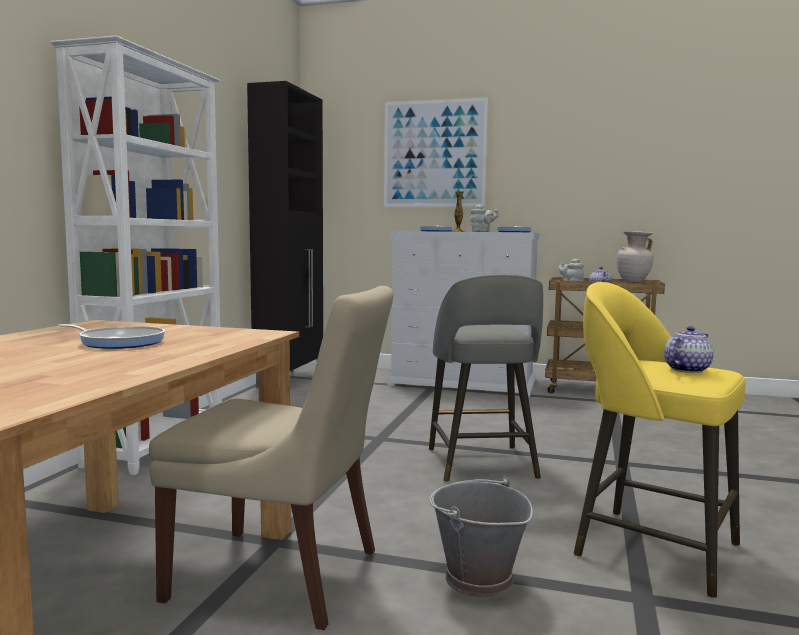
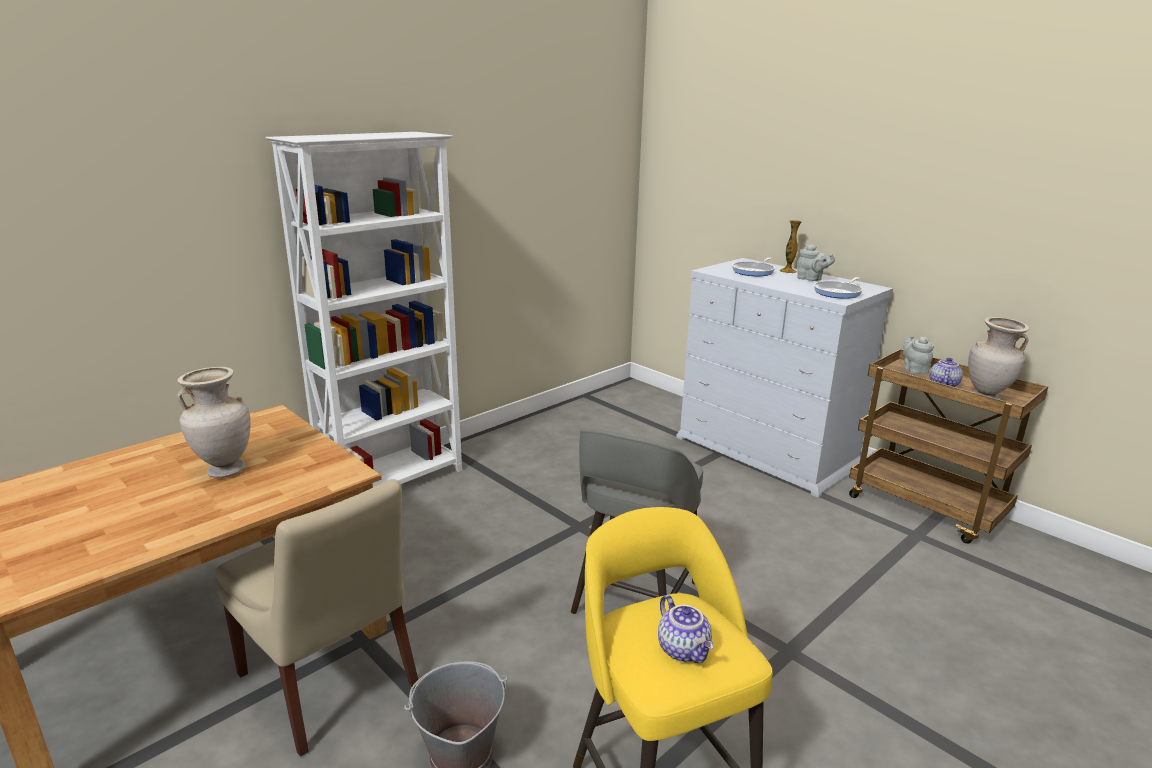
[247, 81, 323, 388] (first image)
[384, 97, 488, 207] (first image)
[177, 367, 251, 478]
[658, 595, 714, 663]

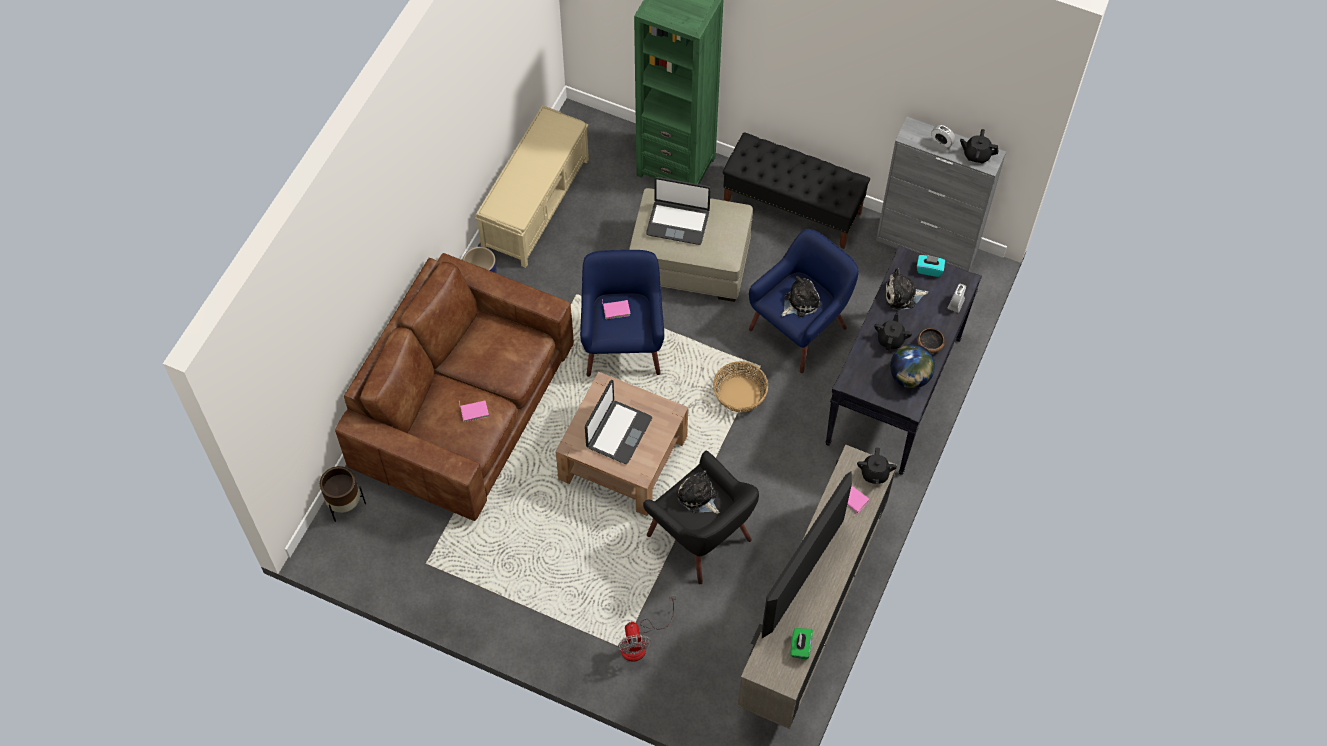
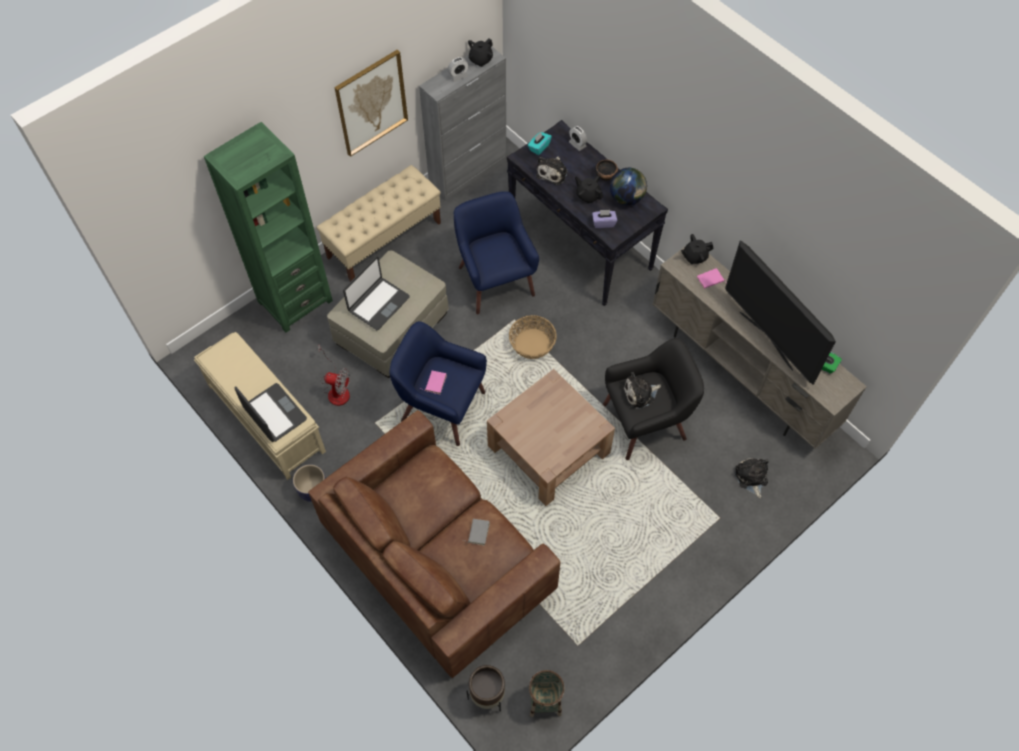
[334, 50, 408, 157]
[529, 670, 565, 717]
[592, 210, 617, 228]
[235, 383, 307, 442]
[317, 344, 350, 406]
[735, 458, 769, 499]
[463, 519, 490, 546]
[317, 165, 441, 282]
[681, 234, 713, 264]

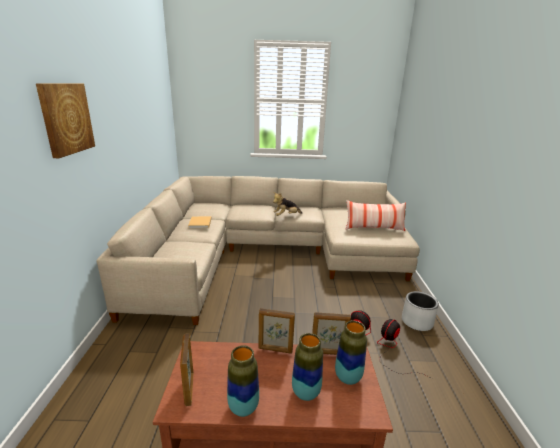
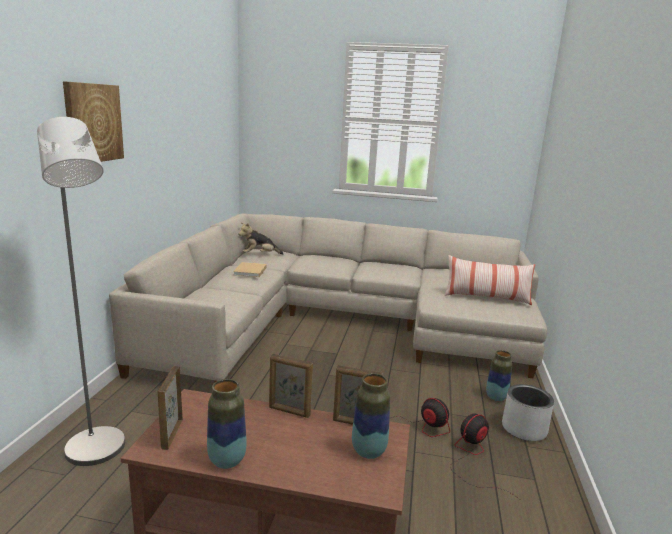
[37, 117, 125, 466]
[238, 222, 283, 254]
[486, 350, 512, 401]

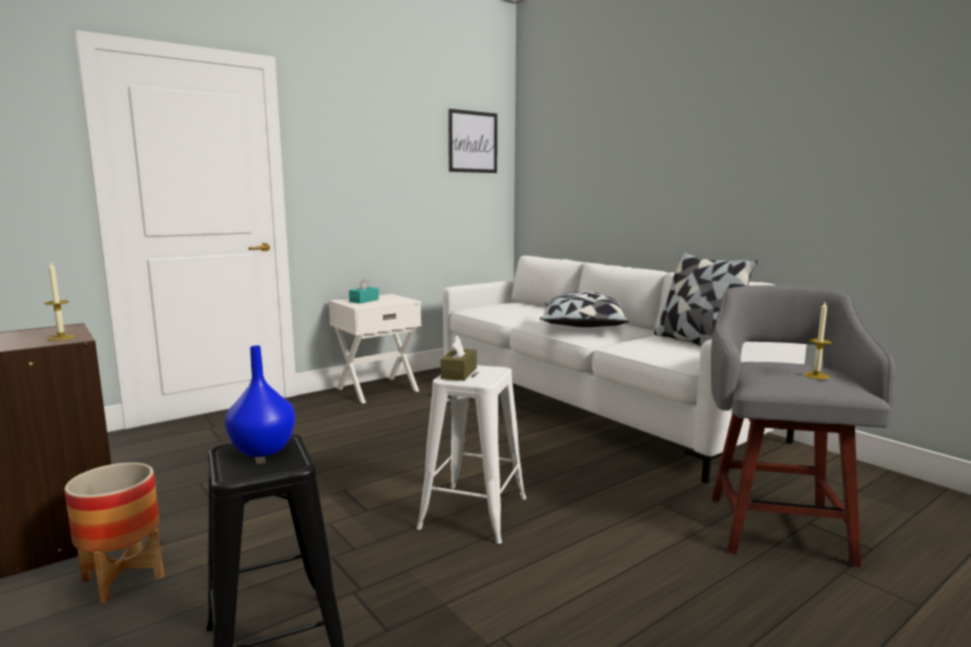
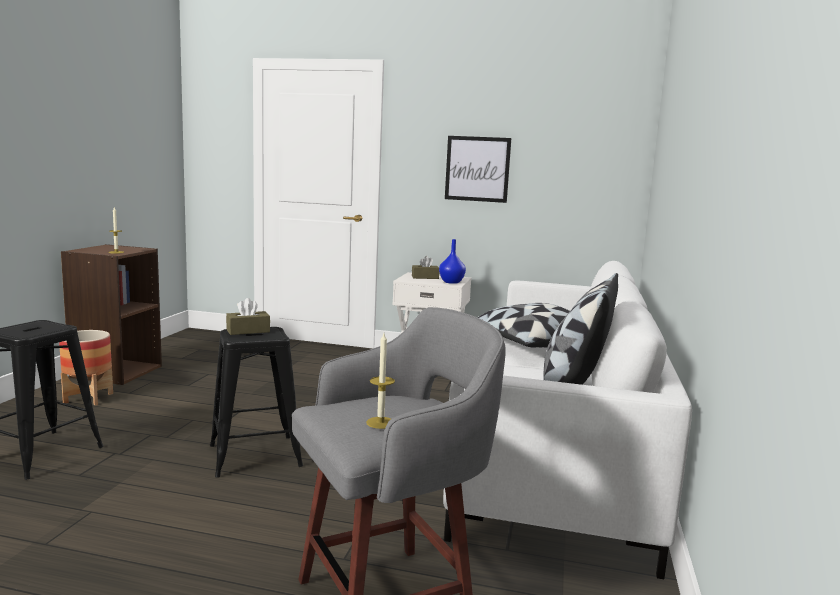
[439, 239, 466, 284]
[445, 136, 511, 203]
[412, 256, 439, 279]
[210, 327, 303, 477]

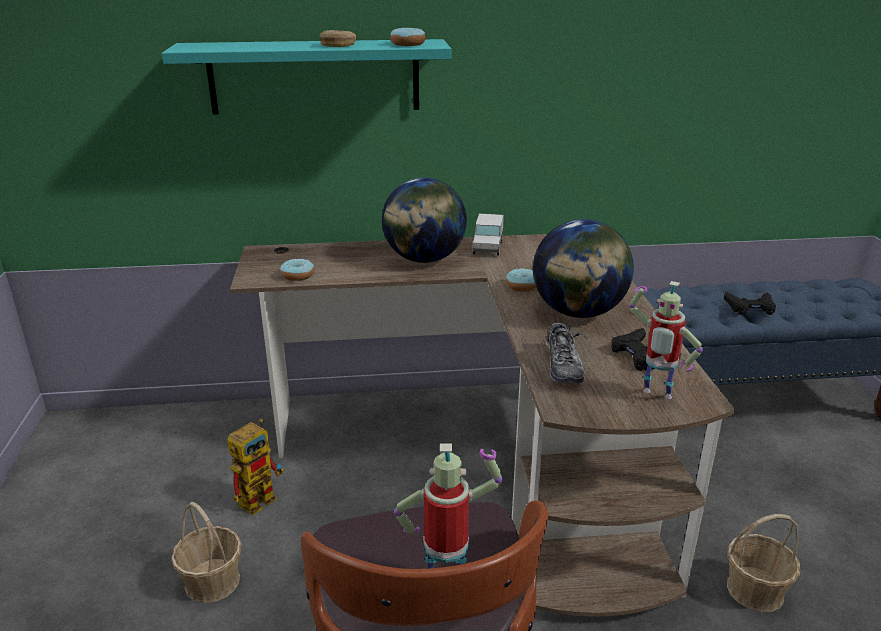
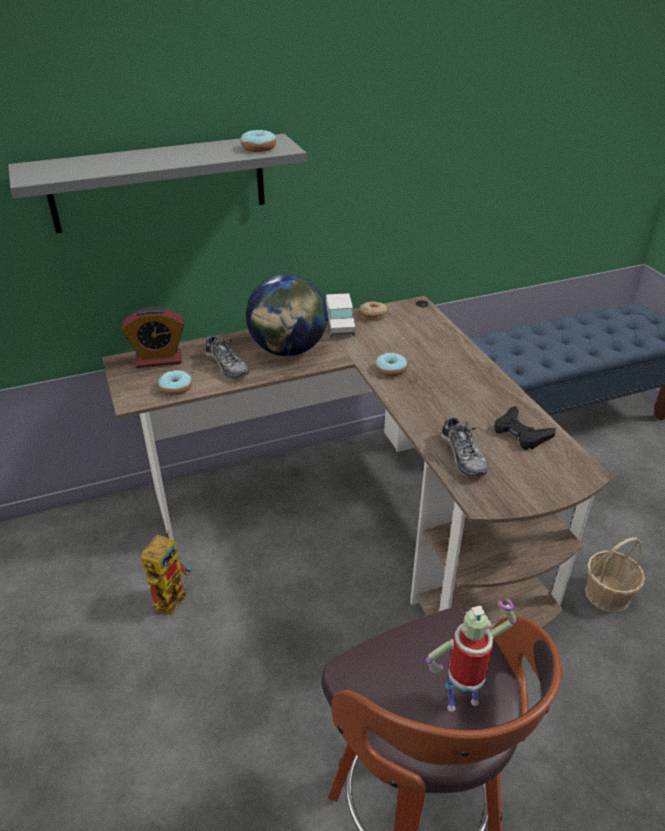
[171, 502, 242, 603] (first image)
[533, 219, 634, 318] (first image)
[629, 281, 703, 399] (first image)
[724, 292, 776, 315] (first image)
[122, 307, 184, 368]
[205, 333, 249, 379]
[359, 301, 388, 320]
[8, 134, 306, 233]

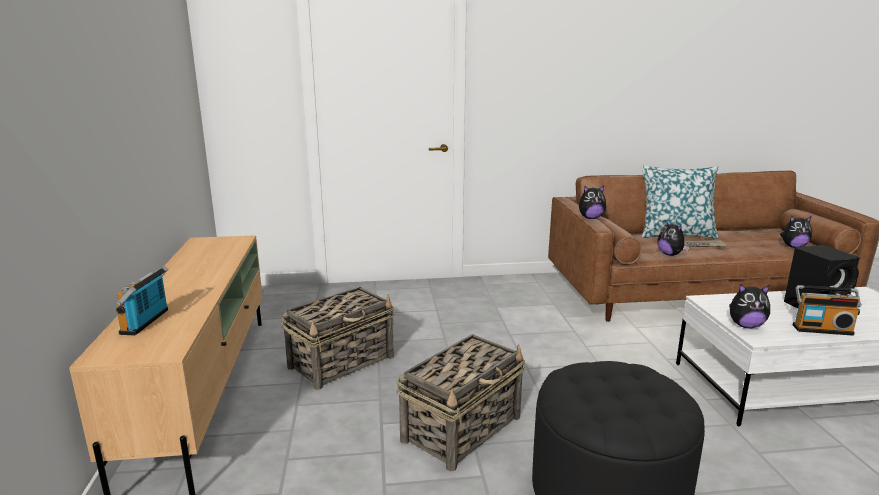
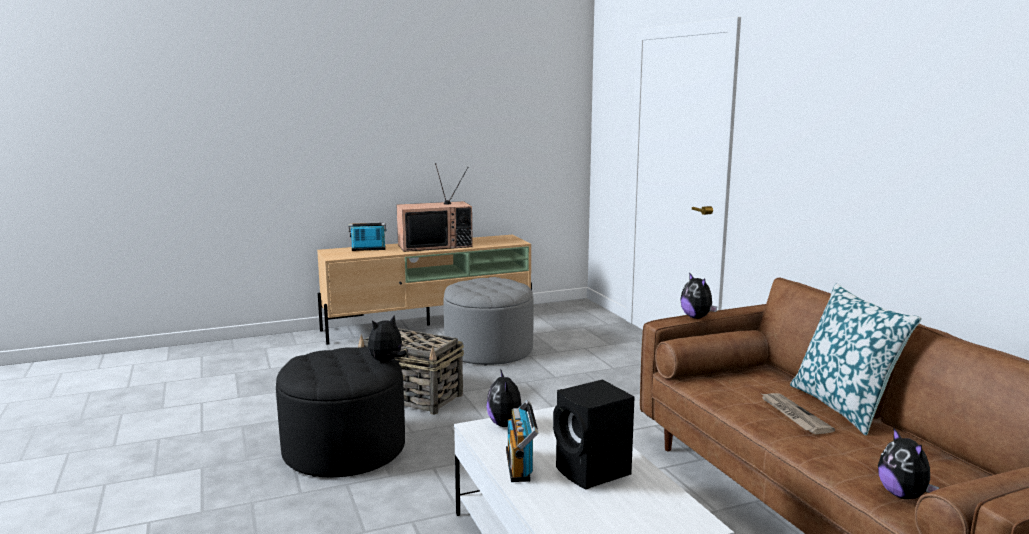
[397, 163, 473, 252]
[368, 315, 407, 362]
[443, 277, 534, 365]

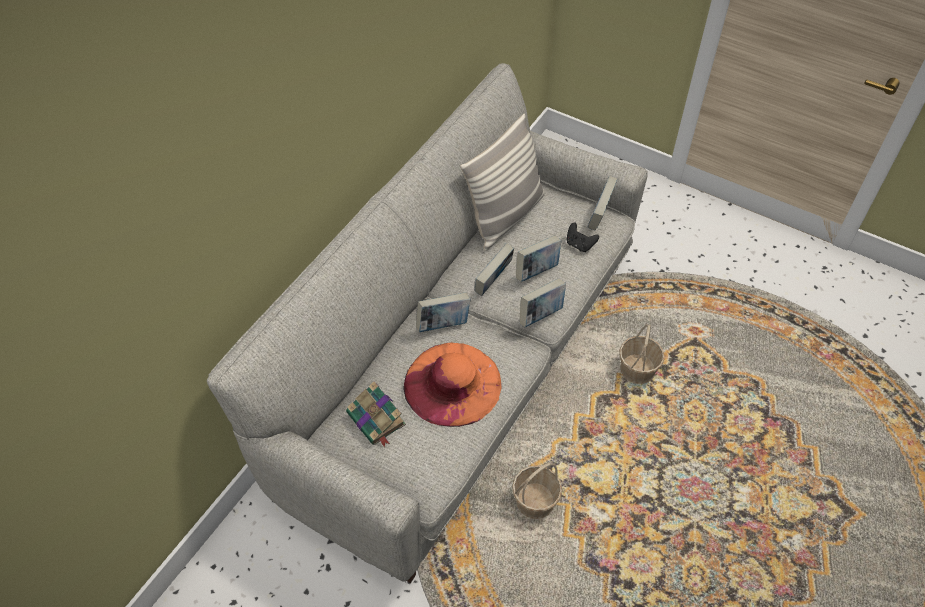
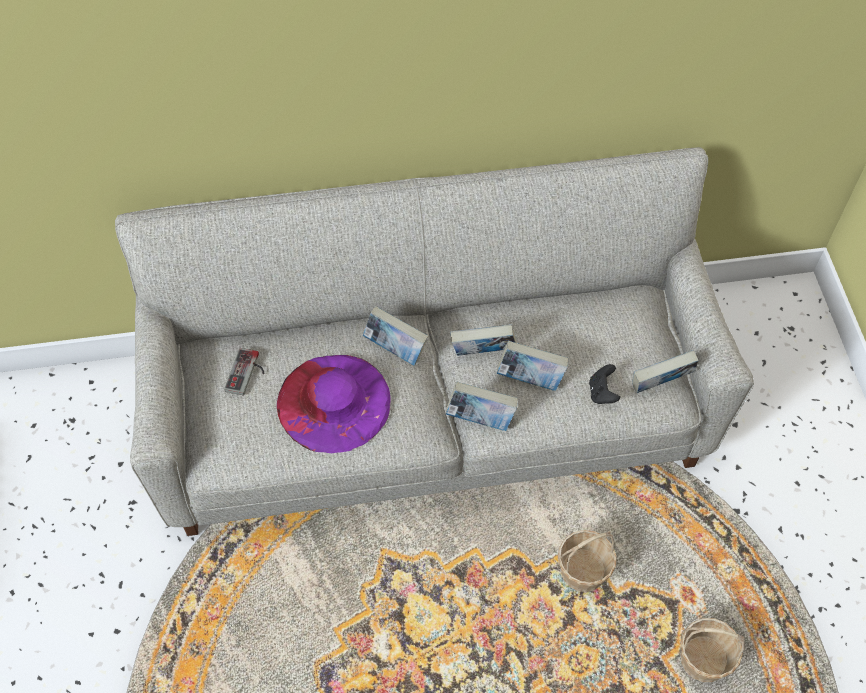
[460, 114, 545, 251] (first image)
[680, 618, 745, 682]
[224, 348, 264, 395]
[277, 355, 391, 453]

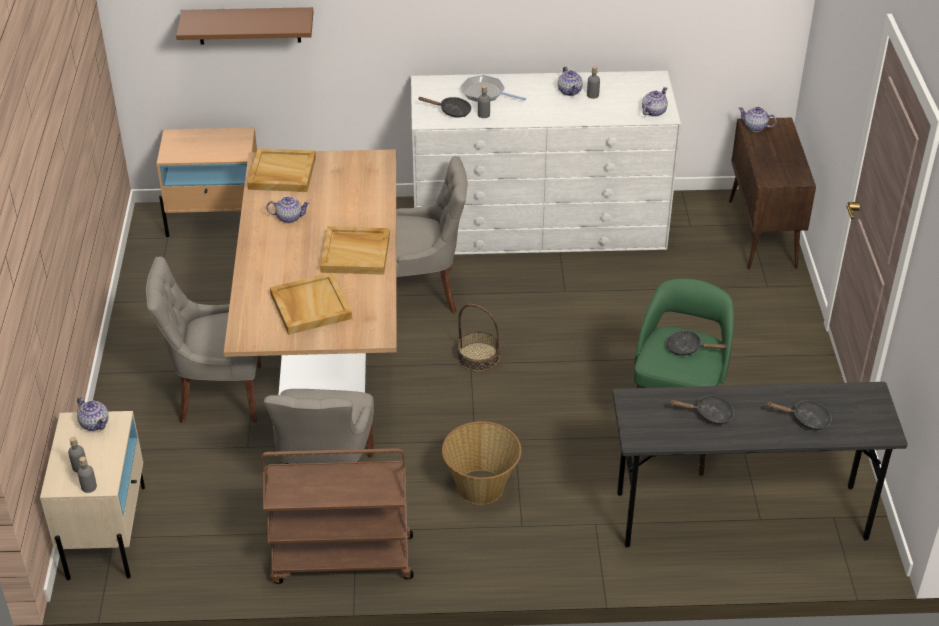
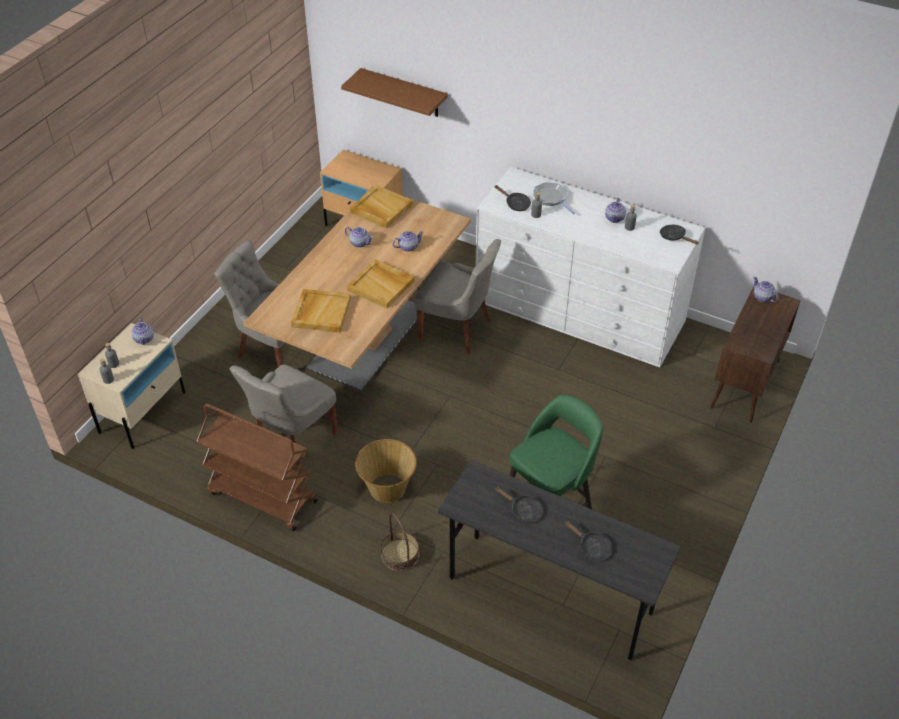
[380, 513, 419, 571]
[392, 231, 424, 252]
[660, 225, 698, 244]

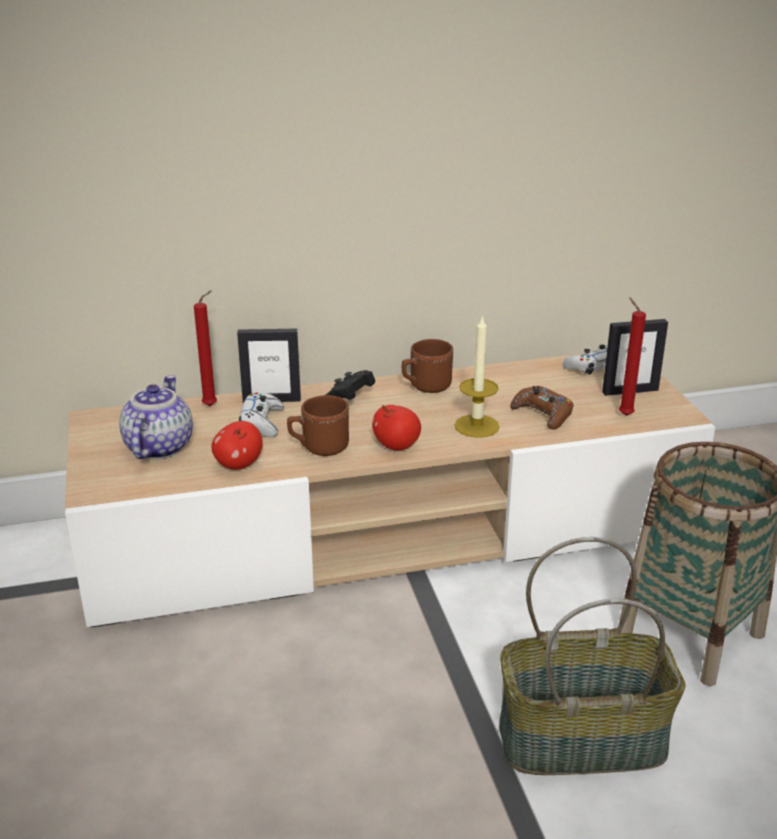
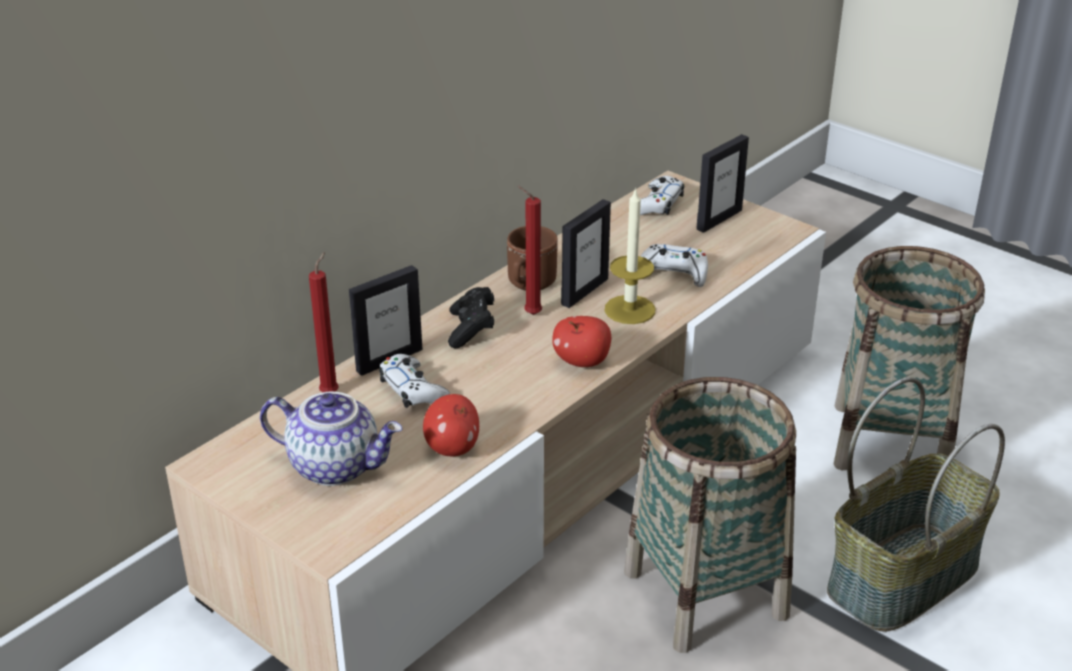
[287, 395, 349, 456] (first image)
[561, 199, 611, 308]
[624, 377, 796, 653]
[517, 185, 542, 315]
[640, 244, 708, 287]
[260, 392, 402, 486]

